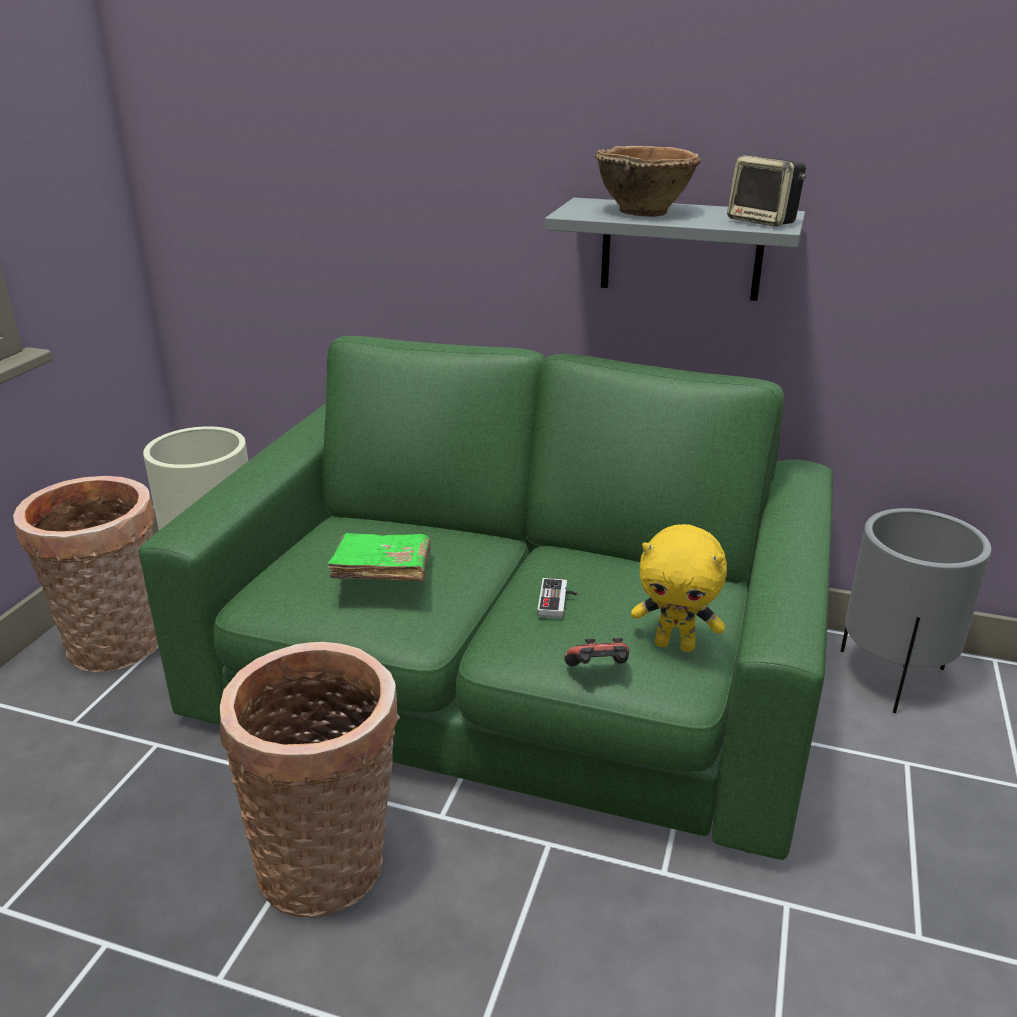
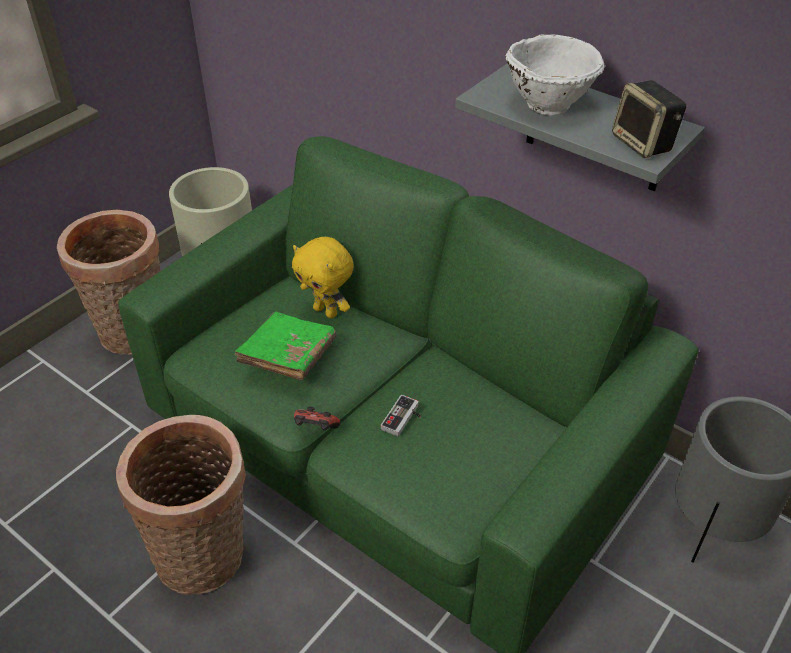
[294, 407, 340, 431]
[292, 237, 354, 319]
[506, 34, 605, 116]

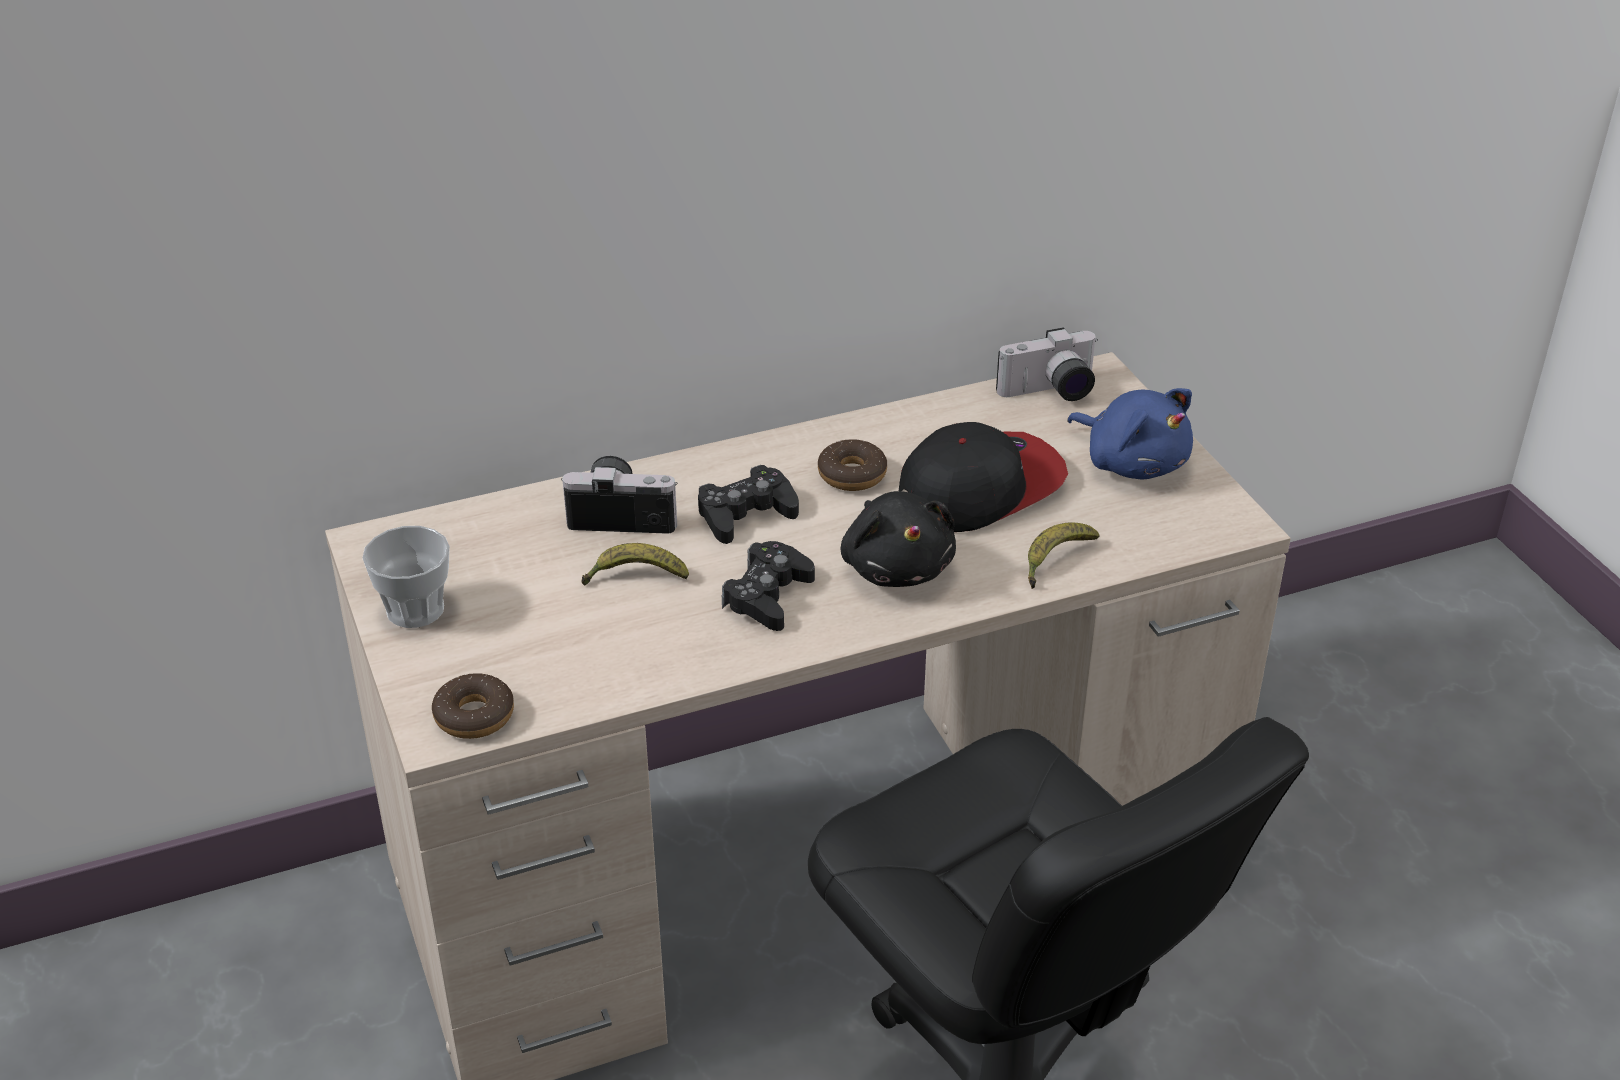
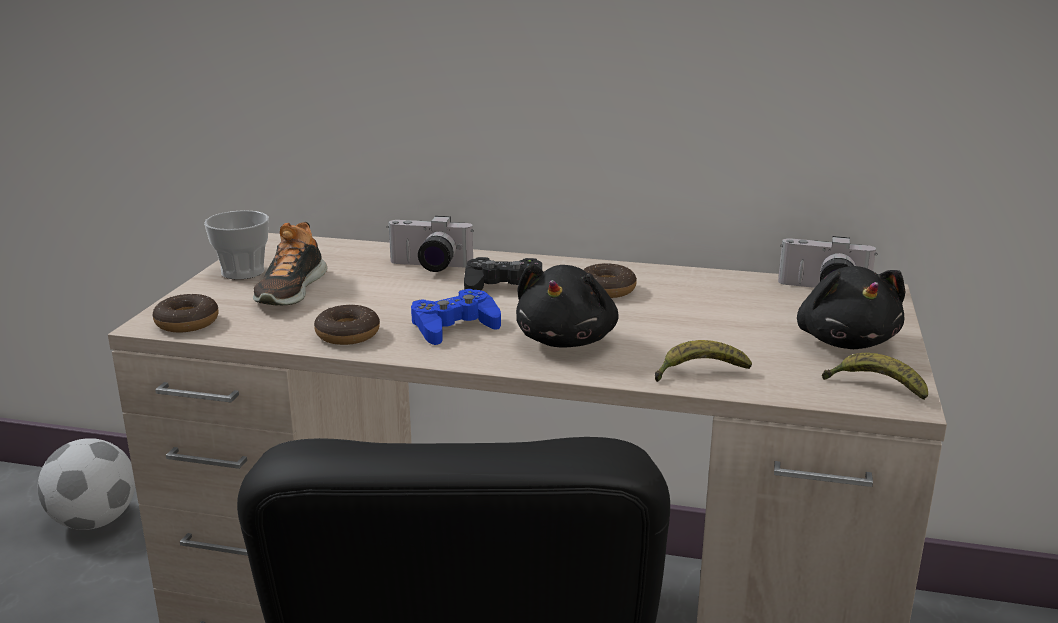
[899, 422, 1068, 532] (first image)
[38, 438, 135, 530]
[253, 222, 327, 306]
[314, 304, 380, 345]
[822, 353, 928, 400]
[411, 289, 501, 345]
[797, 266, 905, 349]
[387, 216, 474, 272]

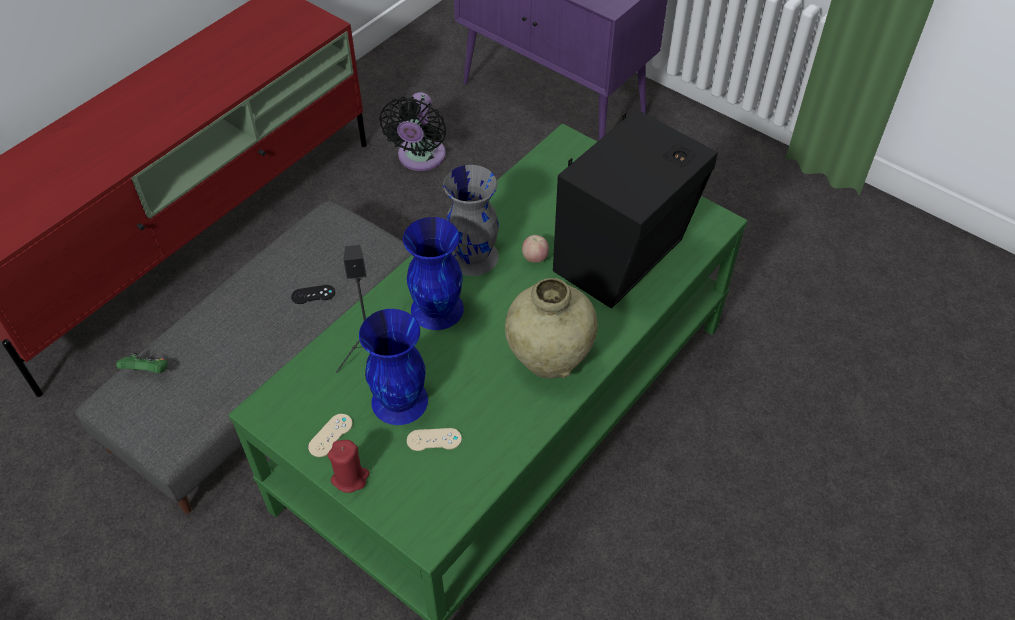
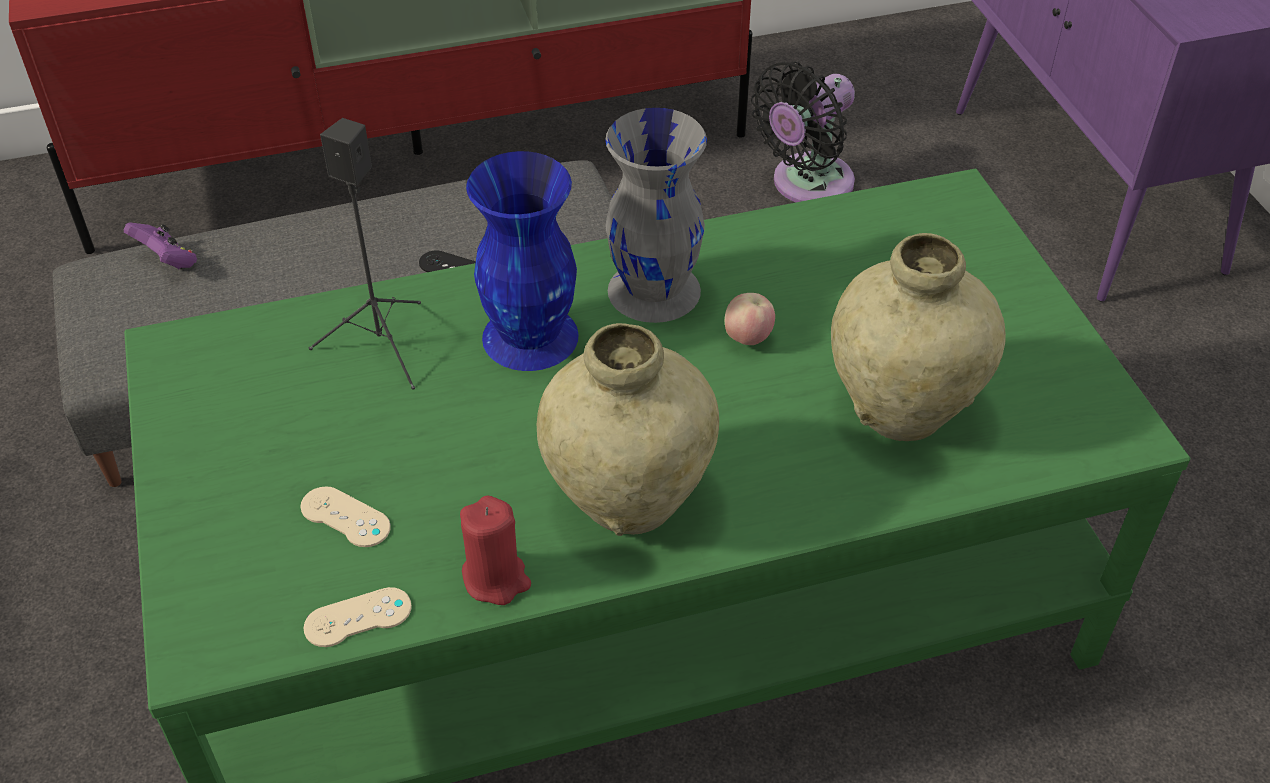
[359, 309, 428, 425] (first image)
[304, 587, 412, 647]
[460, 495, 531, 605]
[831, 233, 1006, 441]
[124, 223, 197, 269]

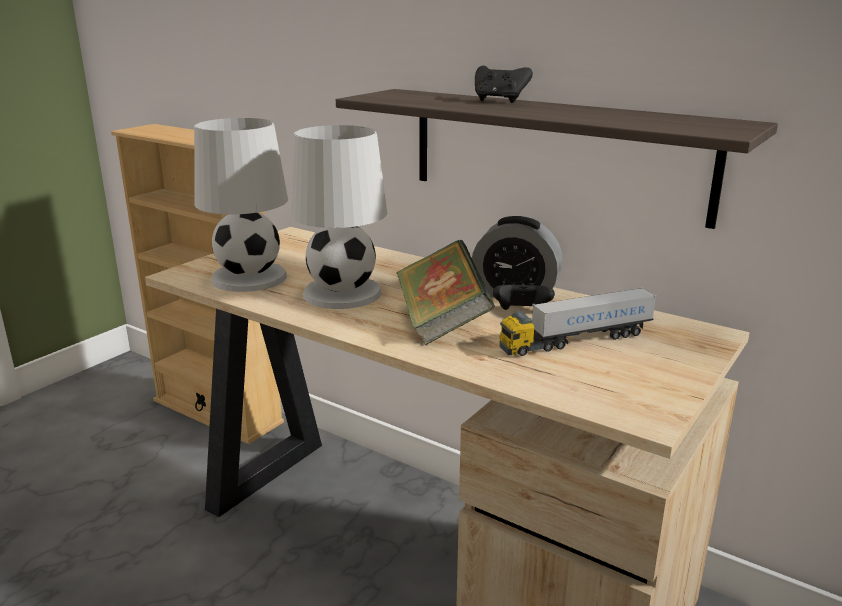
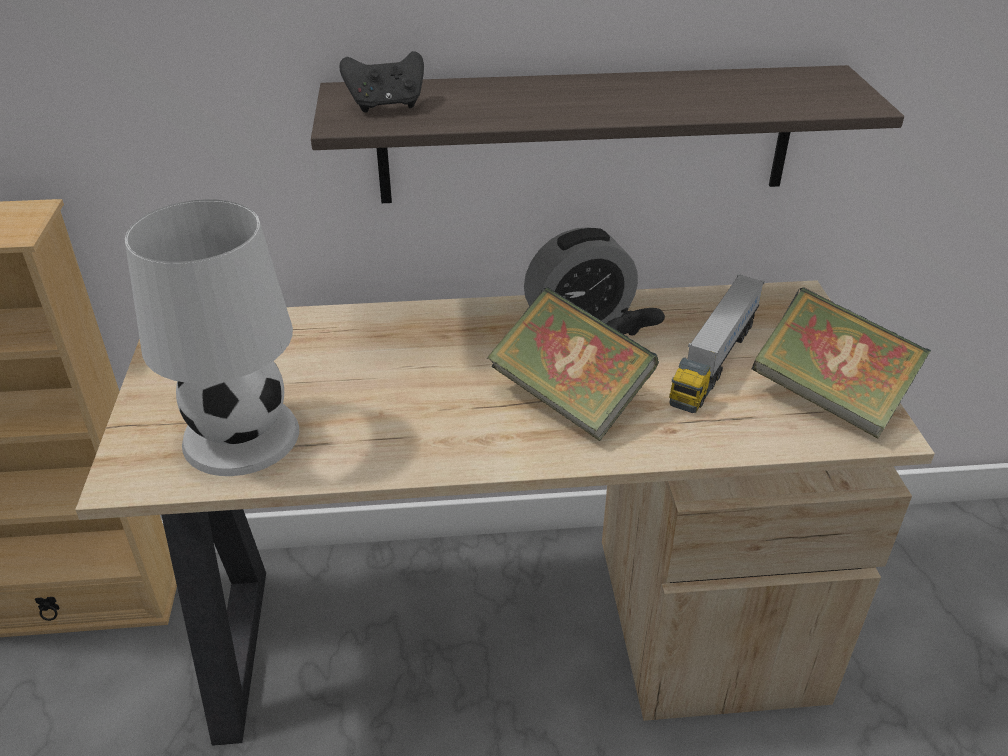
[290, 125, 387, 309] (first image)
[751, 287, 931, 438]
[340, 51, 424, 113]

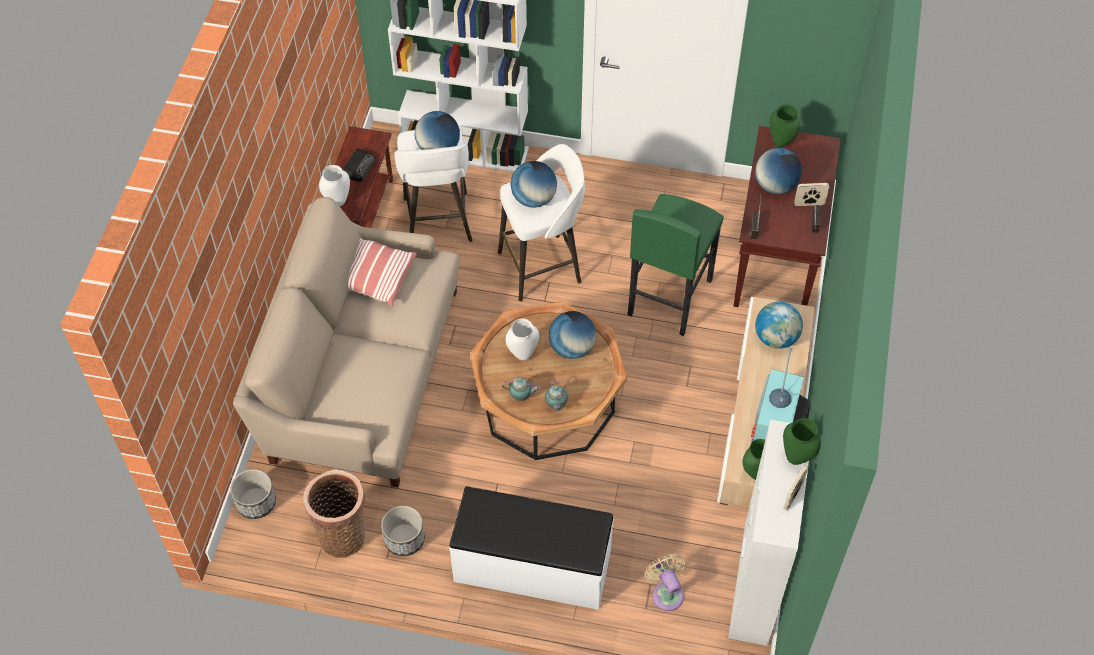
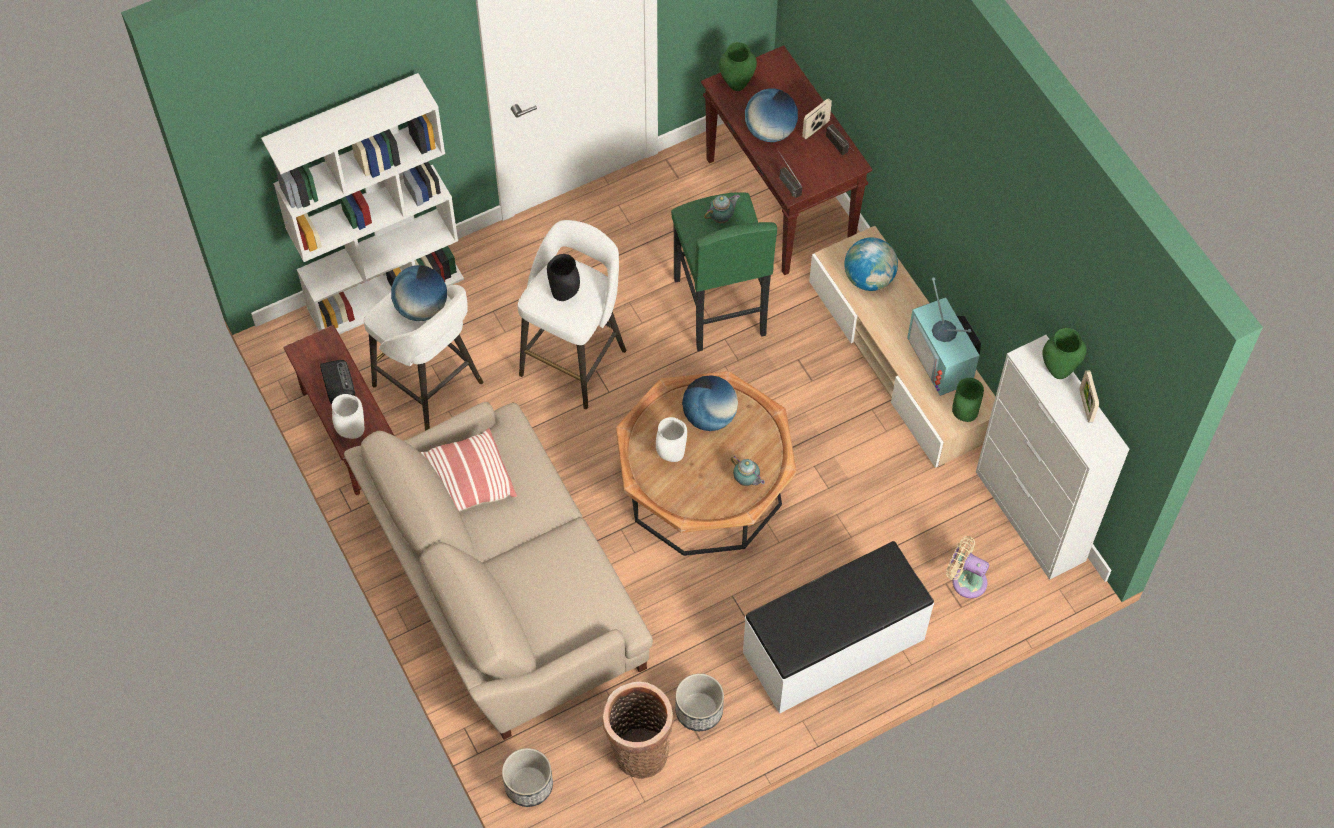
[704, 195, 740, 223]
[547, 254, 580, 301]

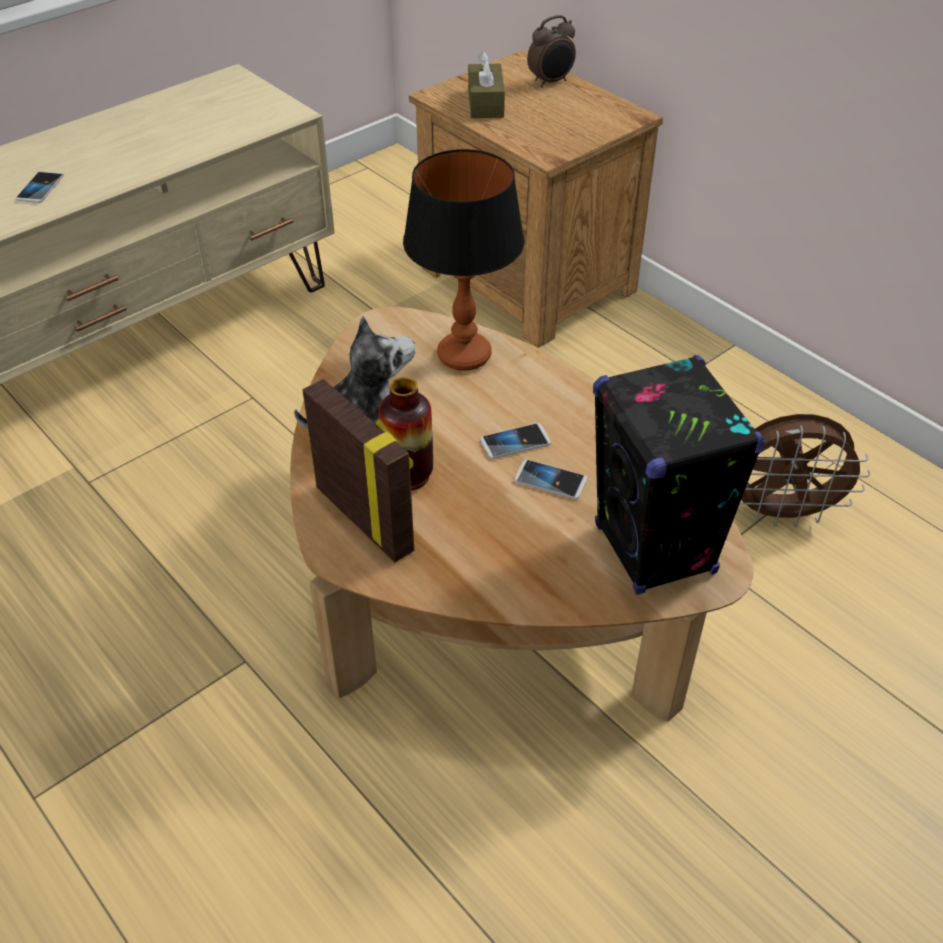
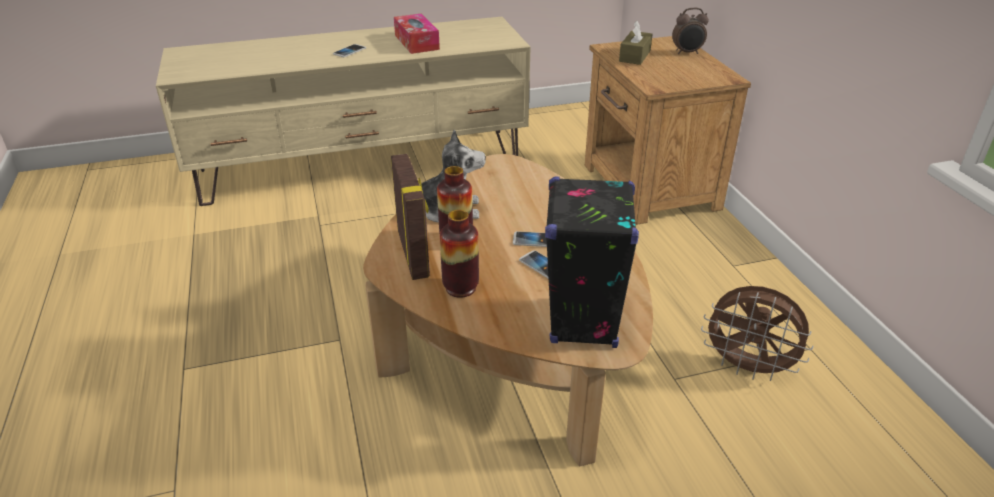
[403, 149, 525, 371] (first image)
[394, 14, 440, 54]
[440, 210, 479, 298]

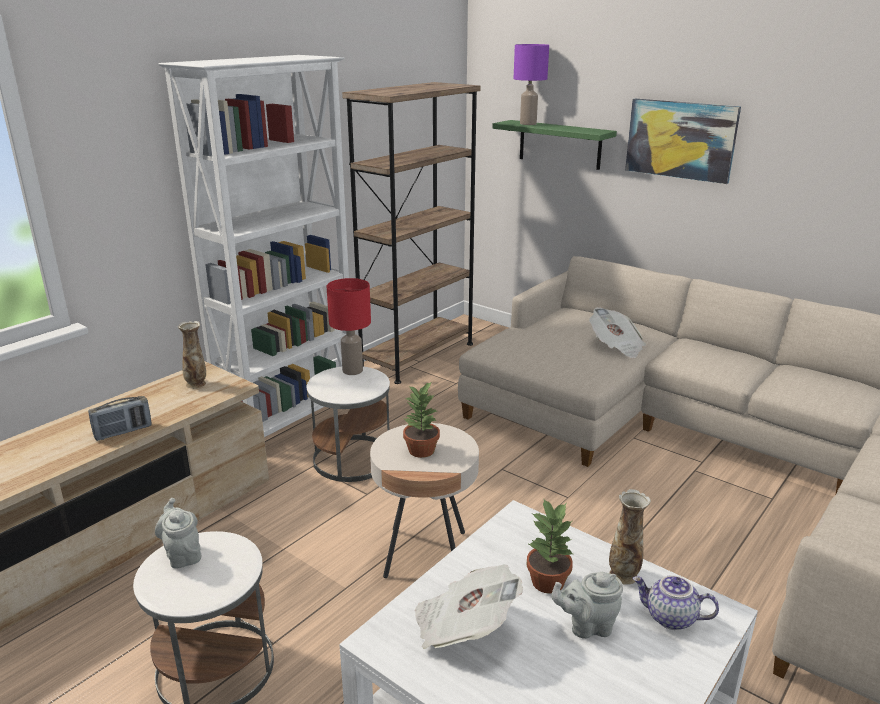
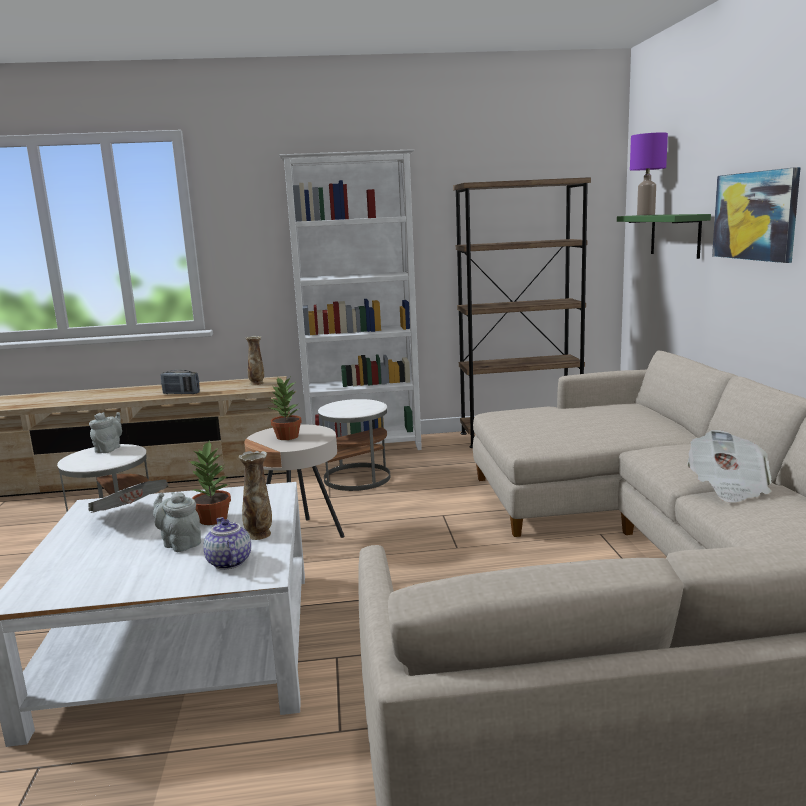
[326, 278, 371, 375] (first image)
[687, 430, 772, 503]

